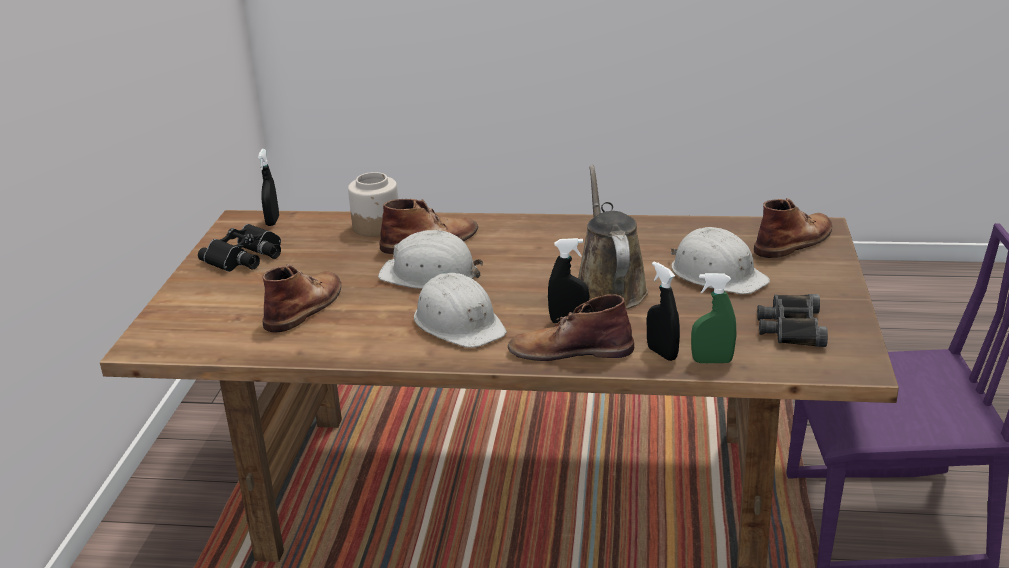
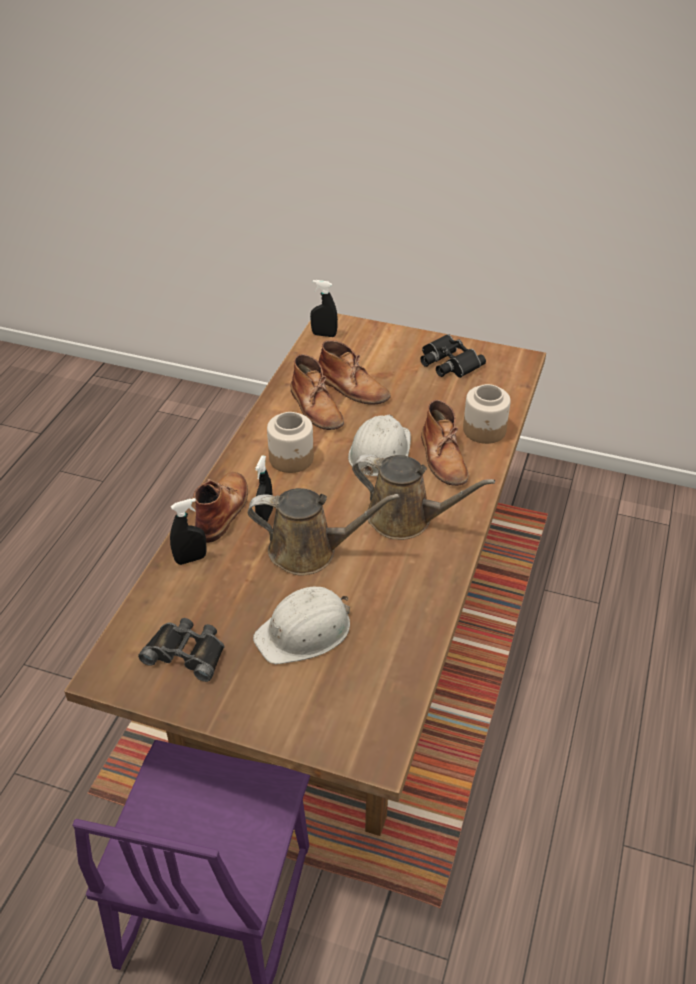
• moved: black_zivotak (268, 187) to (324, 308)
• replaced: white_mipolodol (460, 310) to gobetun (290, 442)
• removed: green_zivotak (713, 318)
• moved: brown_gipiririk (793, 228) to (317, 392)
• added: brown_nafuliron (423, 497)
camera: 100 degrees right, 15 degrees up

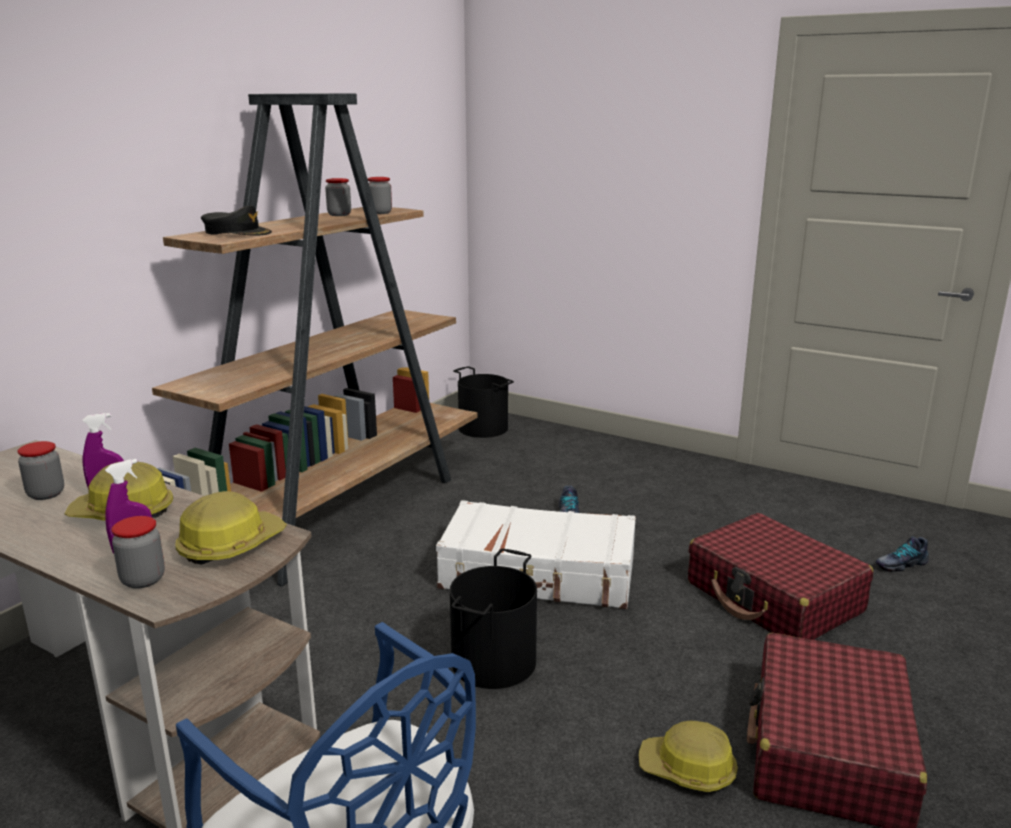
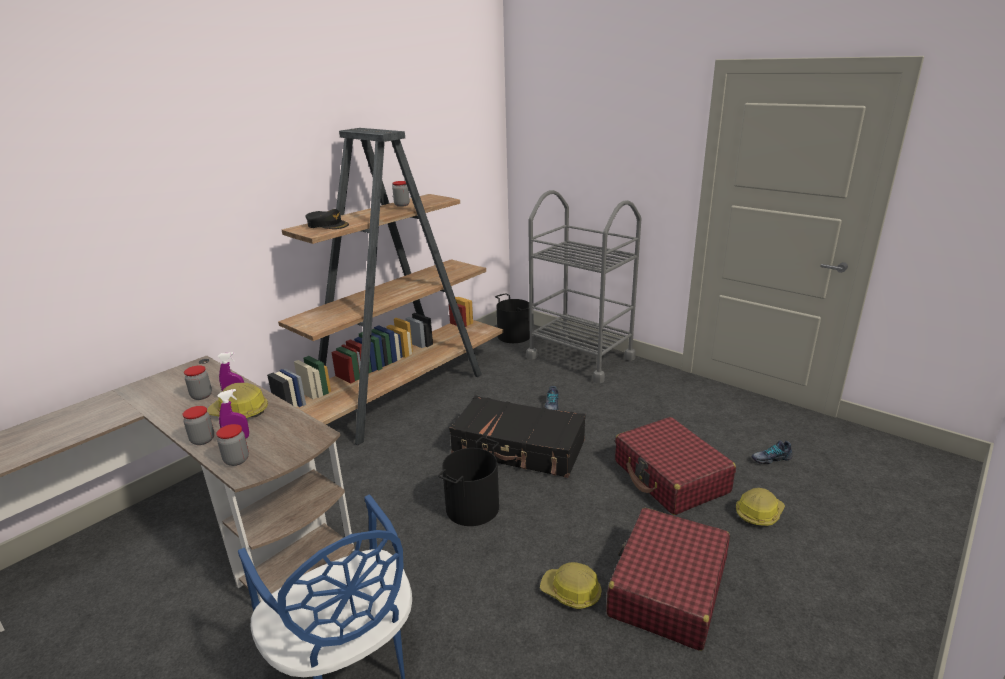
• moved: mipolodol (231, 528) to (760, 507)
• moved: gobetun (380, 195) to (198, 425)
• recoloured: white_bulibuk (536, 554) to black_bulibuk (517, 436)
• added: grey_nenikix (584, 286)
camera: 10 degrees right, 5 degrees up

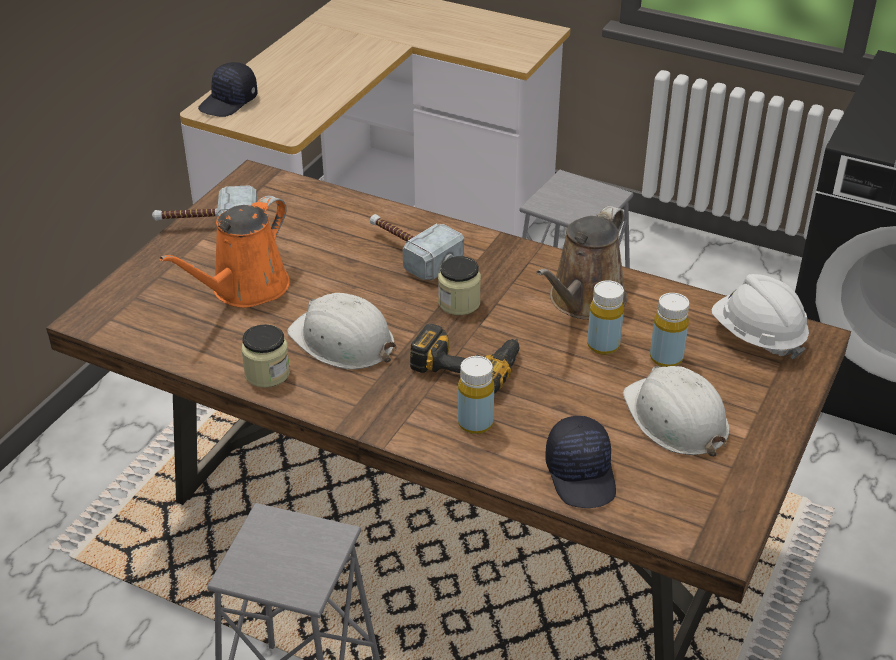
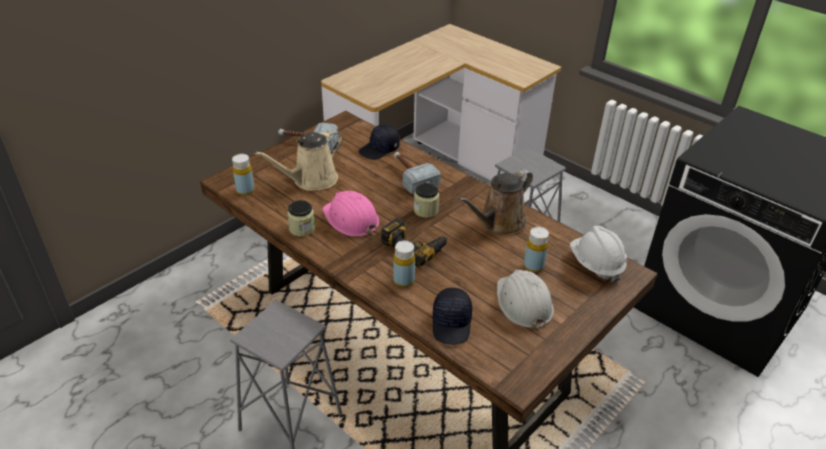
• recoloured: orange_nafuliron (224, 251) to beige_nafuliron (298, 160)
• moved: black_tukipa (228, 89) to (379, 142)
• recoloured: white_mipolodol (342, 331) to pink_mipolodol (351, 213)
• moved: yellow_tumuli (605, 317) to (243, 174)
camera: 15 degrees right, 0 degrees up

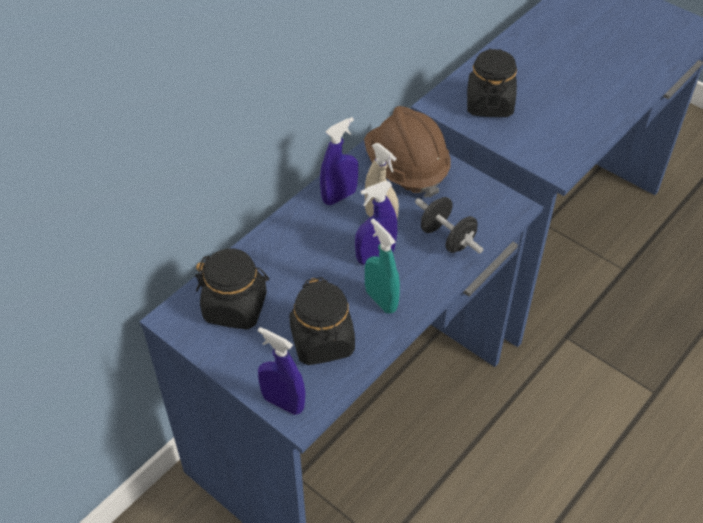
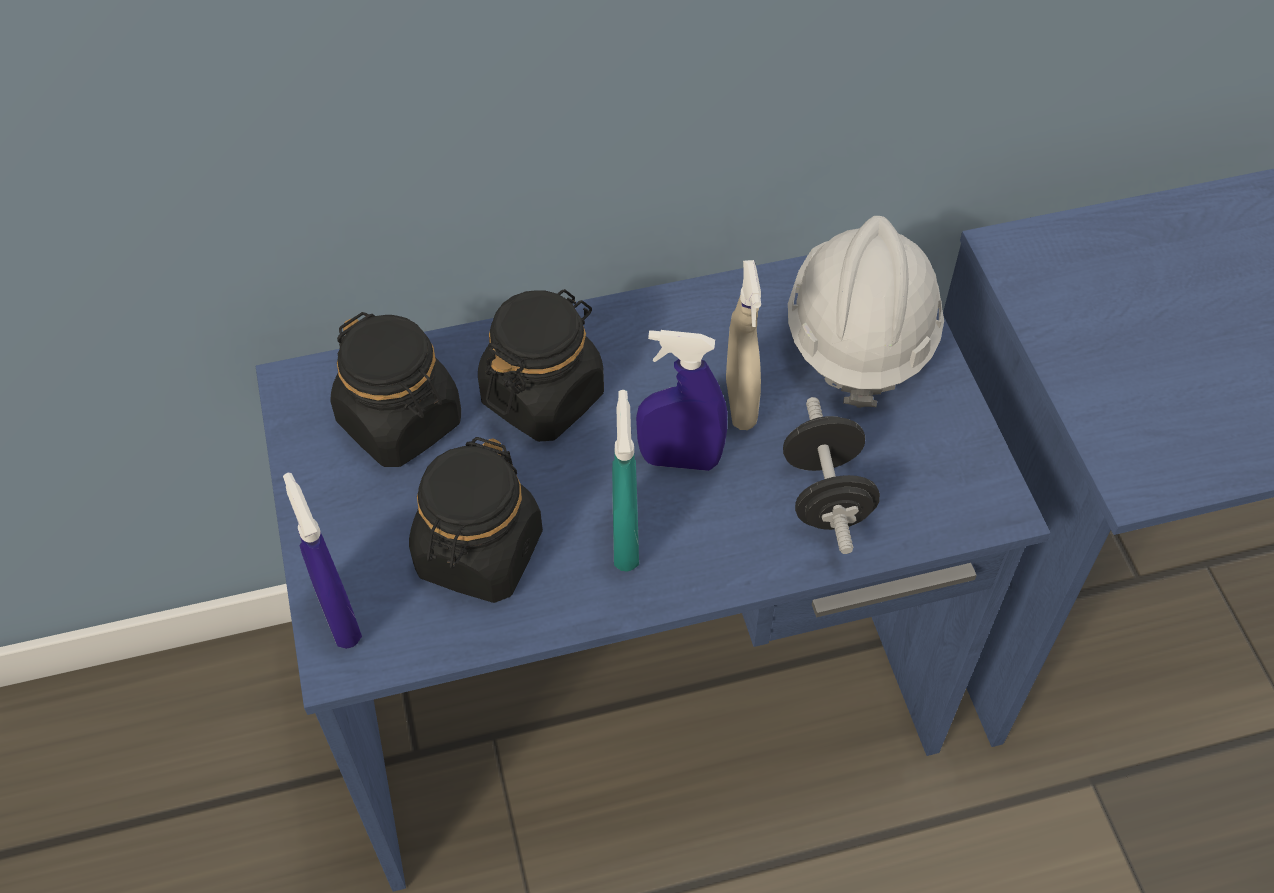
• removed: blue_zivotak (339, 161)
• recoloured: brown_mipolodol (407, 152) to white_mipolodol (866, 312)
• moved: black_gobetun (492, 82) to (541, 365)
camera: 35 degrees right, 5 degrees up

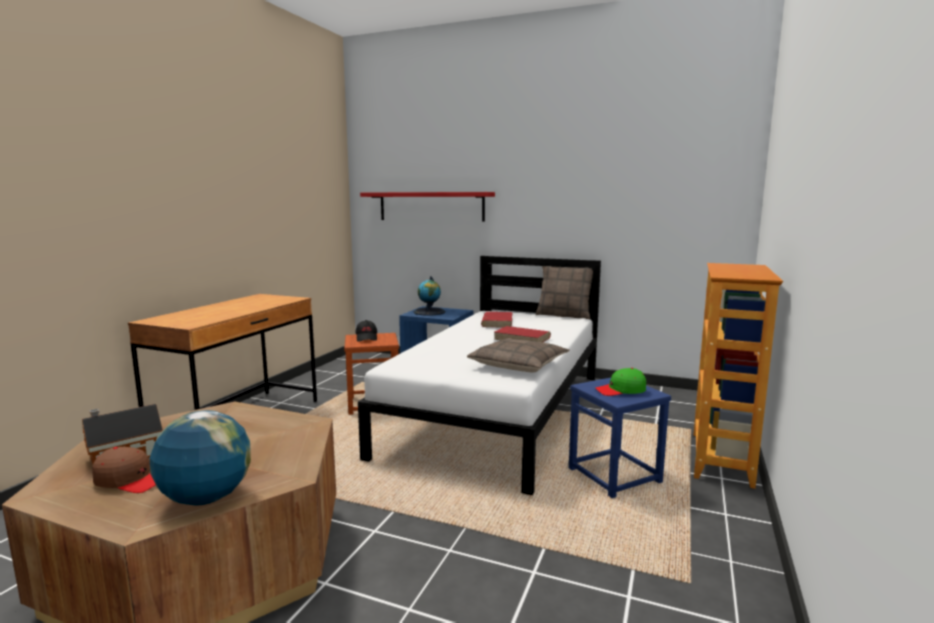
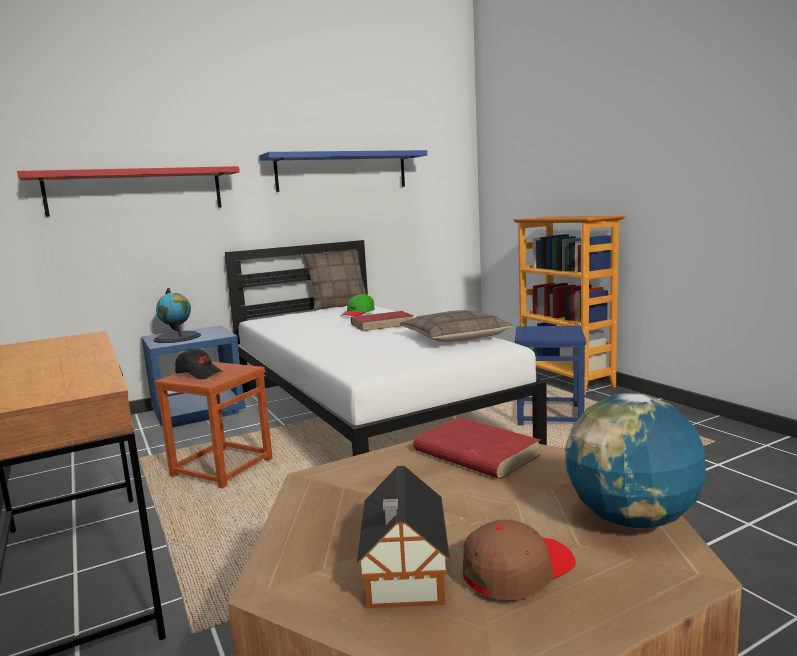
• moved: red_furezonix (497, 320) to (477, 448)
• moved: green_tukipa (620, 382) to (358, 305)
• added: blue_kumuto (343, 171)
camera: 50 degrees left, 0 degrees up

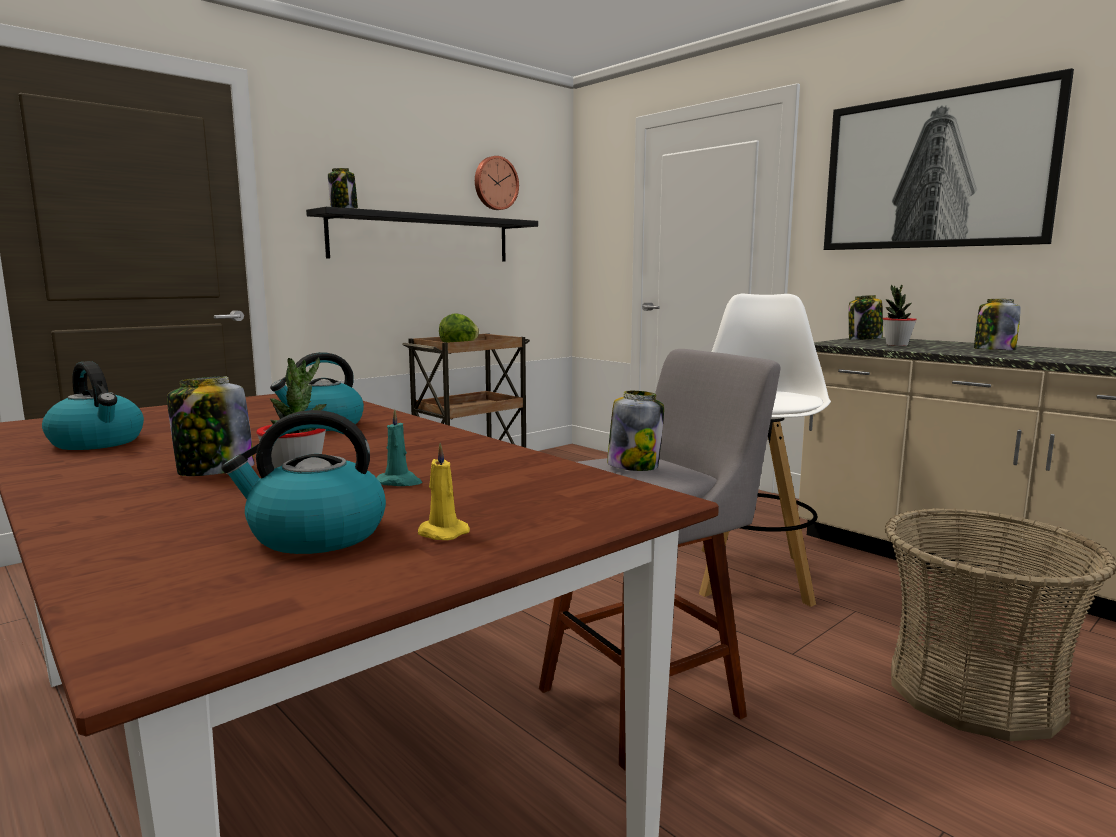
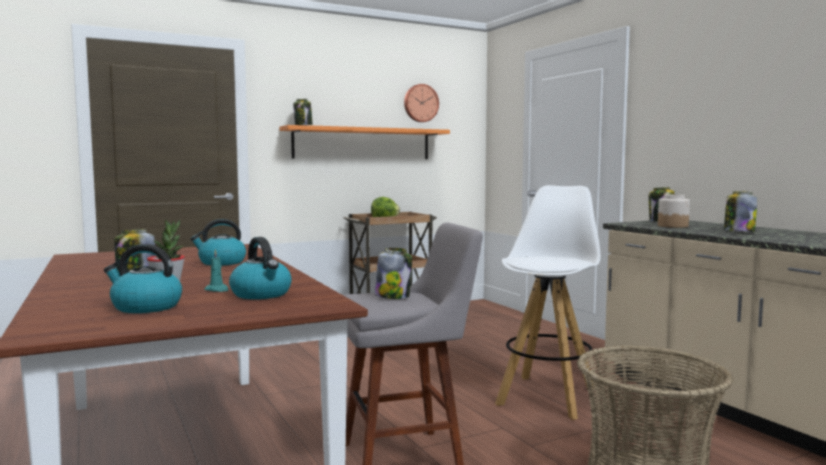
• moved: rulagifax (93, 405) to (260, 268)
• recoloured: black_kumuto (422, 234) to orange_kumuto (365, 142)
• removed: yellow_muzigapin (444, 491)
• removed: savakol (949, 159)
• replaced: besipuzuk (900, 315) to gobetun (674, 211)
camera: 15 degrees right, 5 degrees down

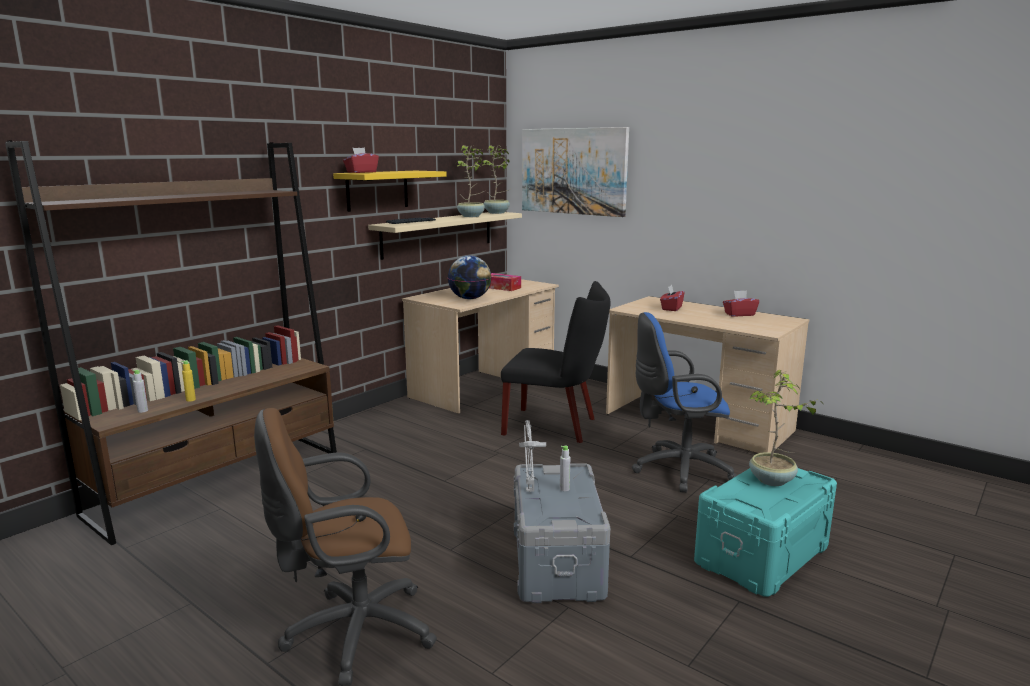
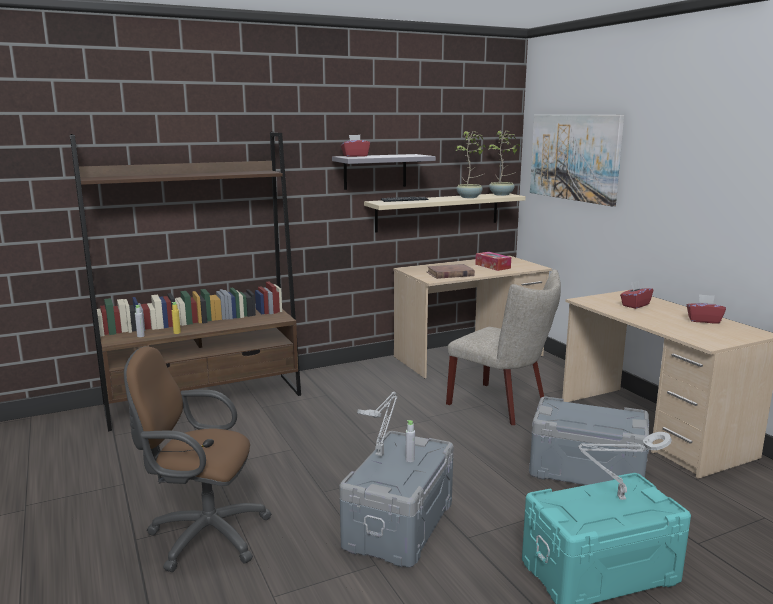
• recoloured: yellow_kumuto (390, 191) to grey_kumuto (384, 172)
• replaced: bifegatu (469, 277) to brown_furezonix (451, 271)
• recoloured: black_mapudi (556, 362) to beige_mapudi (503, 347)
• replaced: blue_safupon (685, 402) to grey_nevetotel (589, 441)
• replaced: besipuzuk (783, 428) to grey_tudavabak (625, 466)
camera: 25 degrees right, 0 degrees up

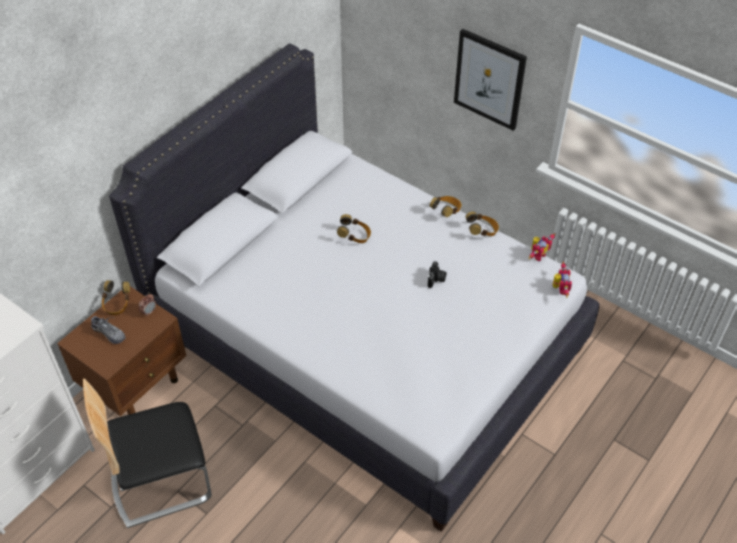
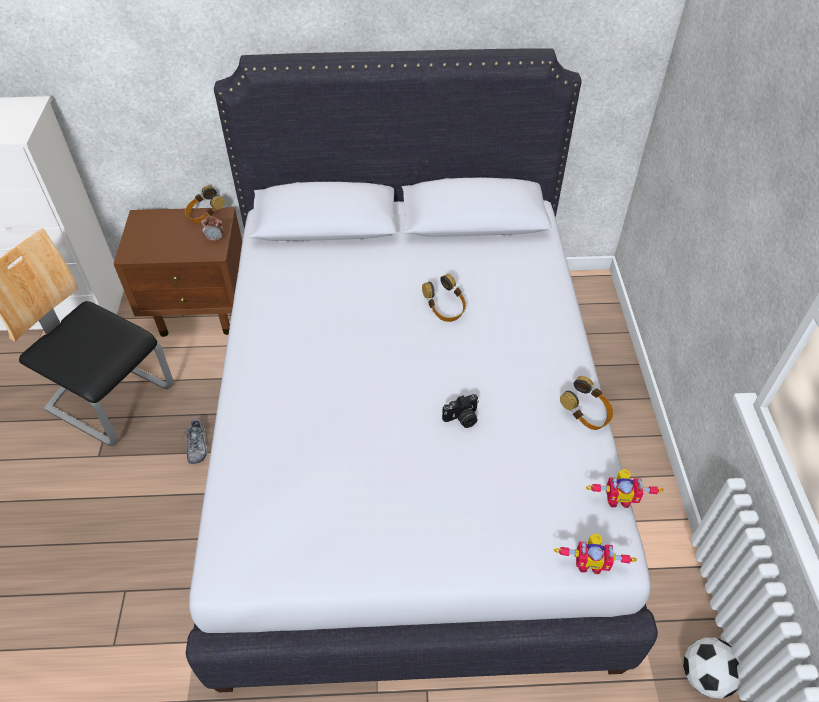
• moved: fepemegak (108, 330) to (194, 441)
• removed: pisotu (446, 206)
• removed: savakol (490, 80)
• turned: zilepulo (562, 279) = (595, 554) 45 degrees clockwise
• added: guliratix (712, 668)
camera: 50 degrees right, 0 degrees up

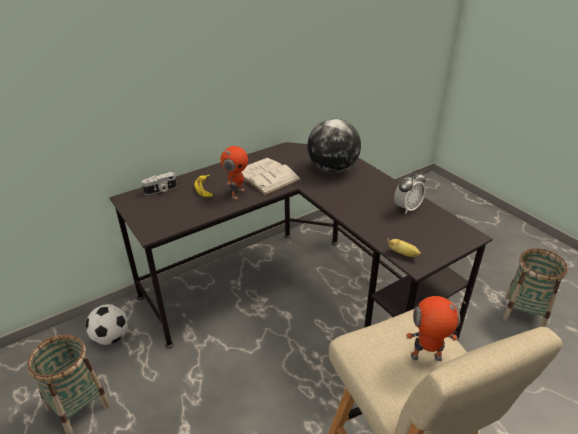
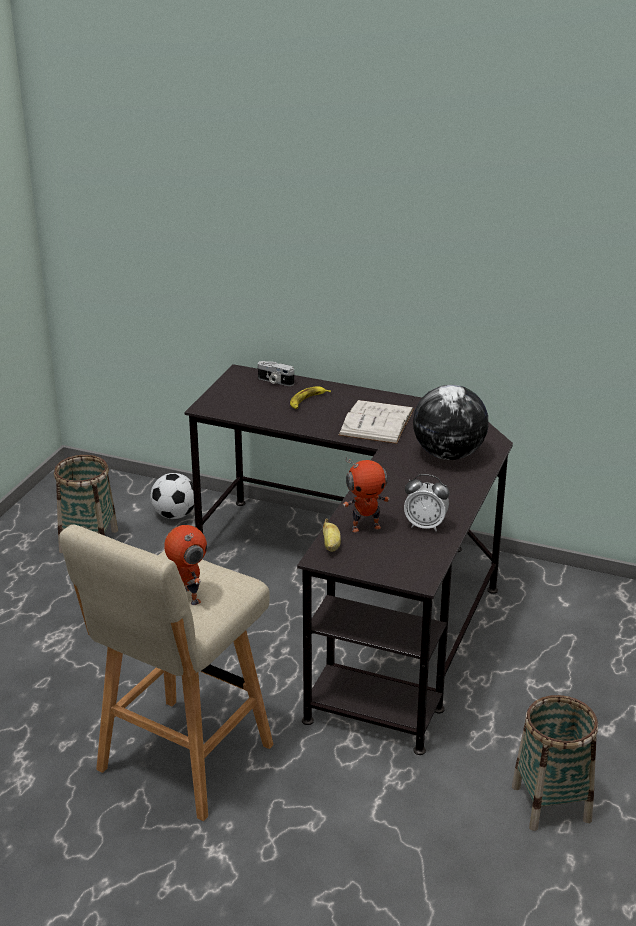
• moved: zilepulo (234, 173) to (366, 495)
camera: 55 degrees right, 5 degrees down

